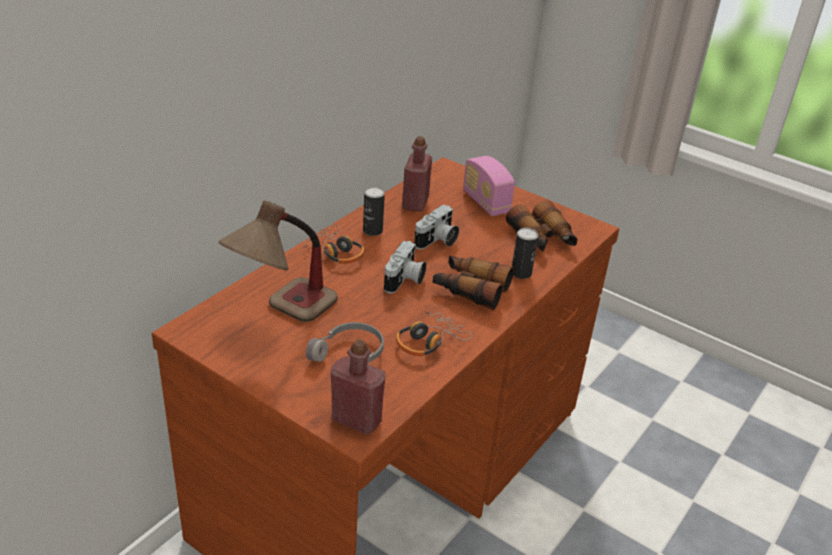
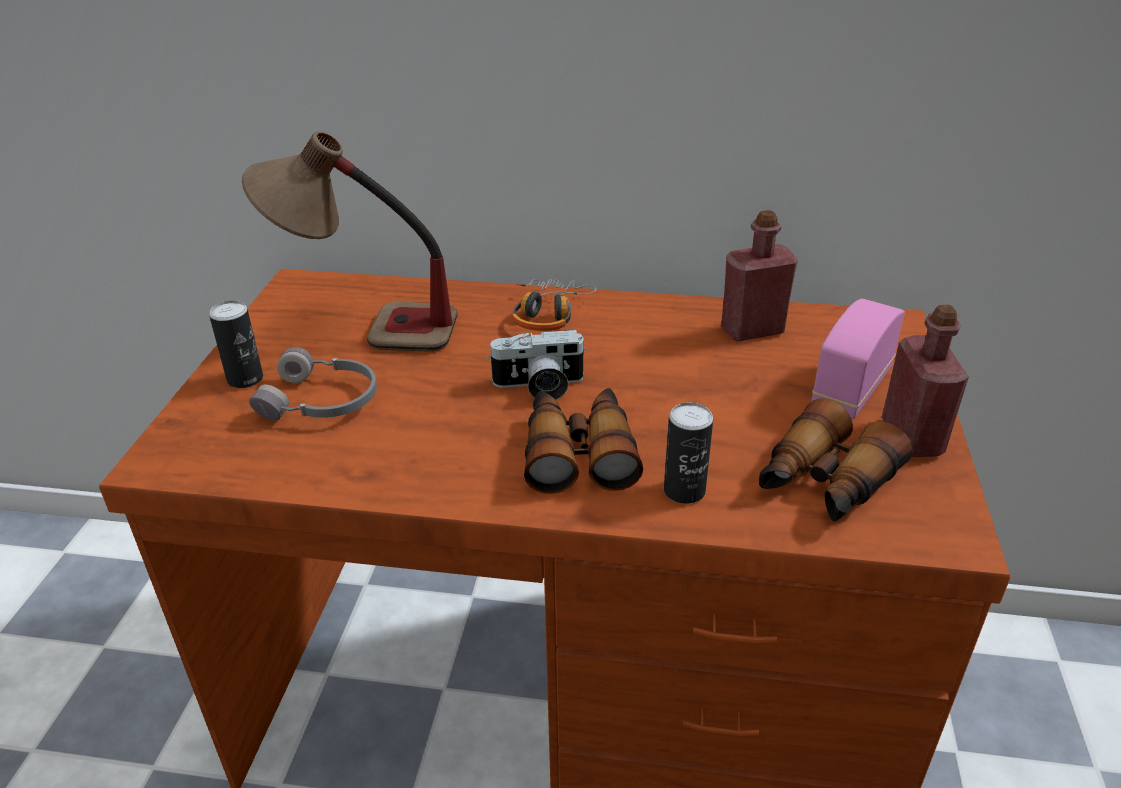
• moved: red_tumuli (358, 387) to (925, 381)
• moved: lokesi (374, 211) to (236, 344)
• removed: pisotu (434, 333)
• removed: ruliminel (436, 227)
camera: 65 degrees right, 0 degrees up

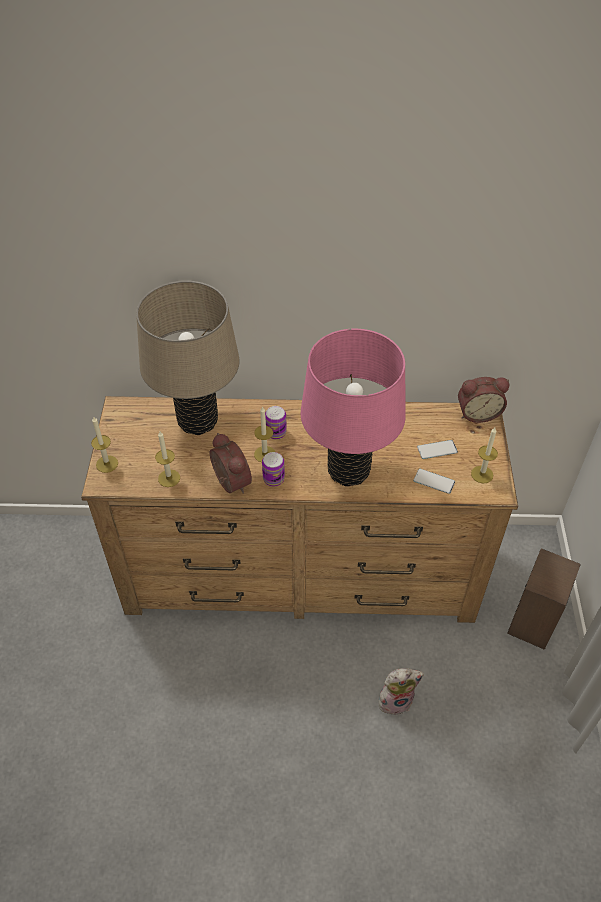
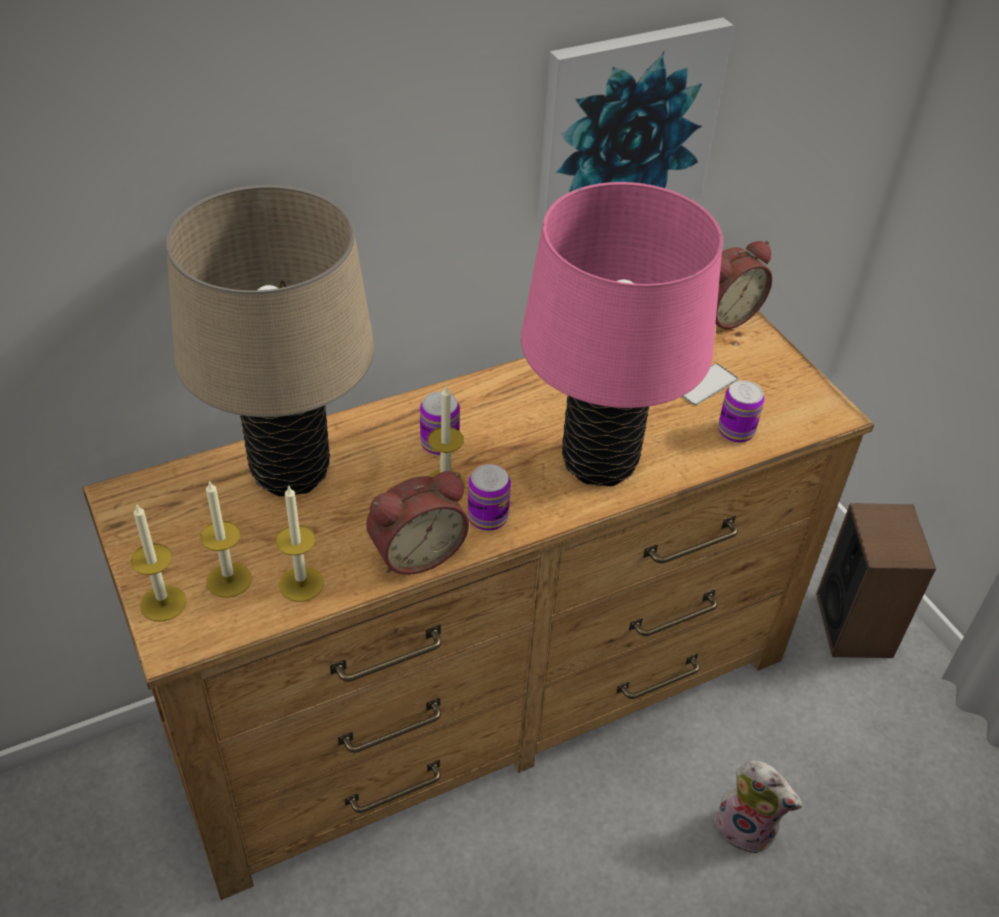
• turned: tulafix (231, 463) = (417, 523) 120 degrees clockwise
• turned: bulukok (401, 691) = (754, 807) 75 degrees clockwise
• replaced: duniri (434, 481) to lokesi (741, 411)
• moved: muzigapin (484, 455) to (226, 539)
• added: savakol (635, 125)
camera: 30 degrees left, 5 degrees down

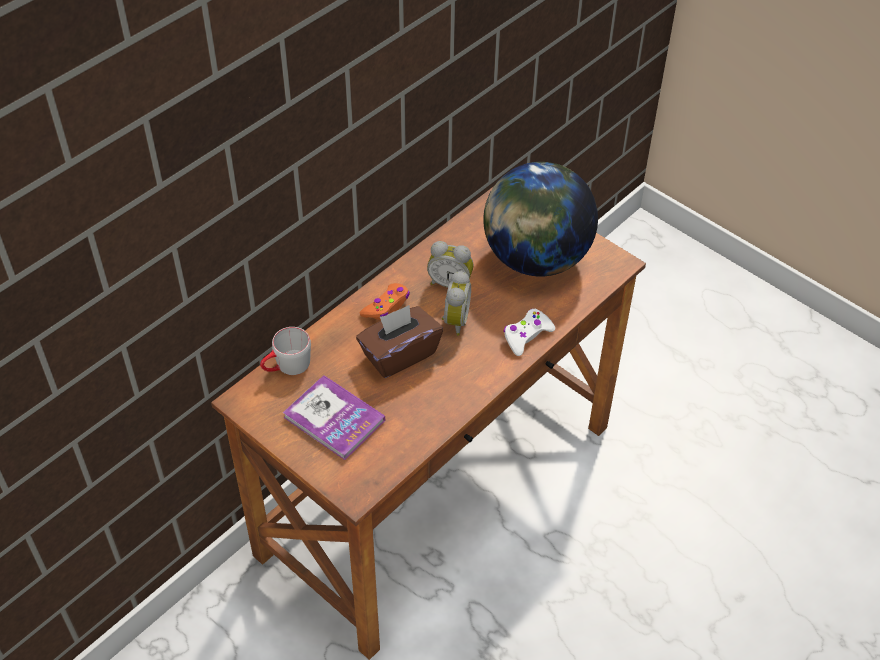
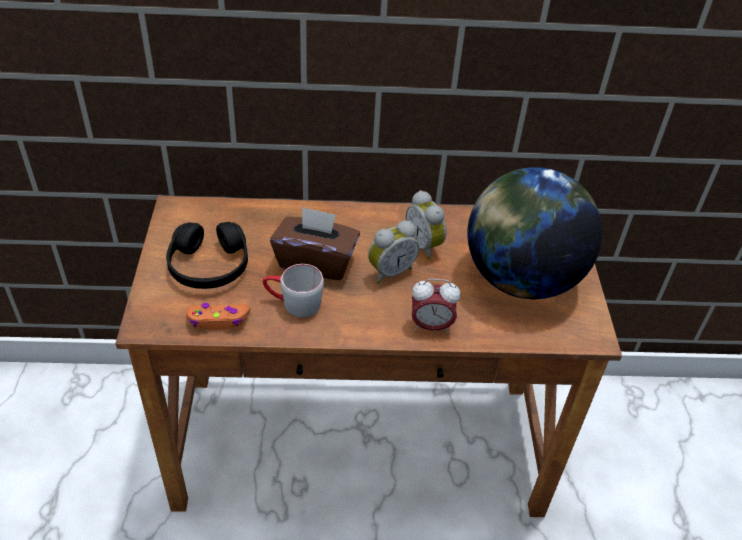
• moved: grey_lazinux (285, 351) to (293, 291)
• replaced: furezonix (334, 417) to black_pisotu (207, 255)
• moved: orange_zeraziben (385, 301) to (218, 316)
• replaced: white_zeraziben (529, 332) to tulafix (436, 306)
camera: 45 degrees right, 5 degrees down

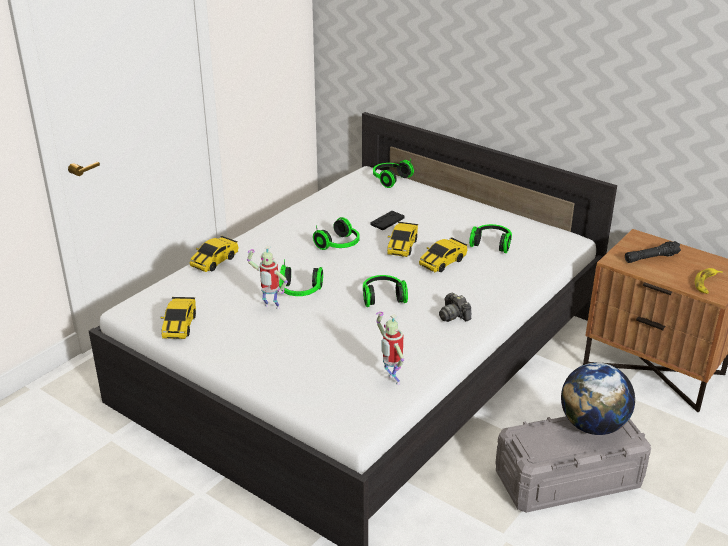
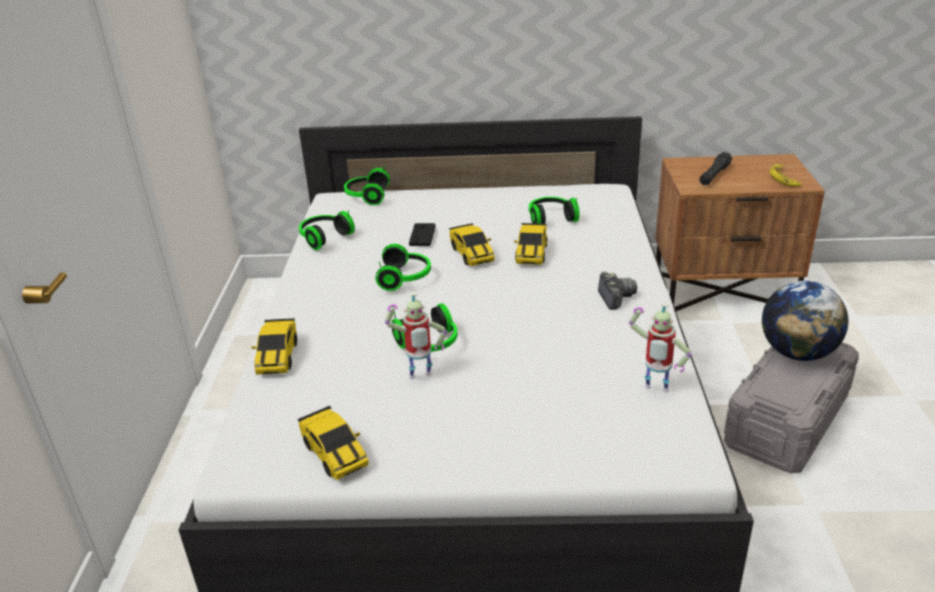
• moved: pisotu (385, 291) to (327, 230)
• turned: ruliminel (455, 307) = (617, 290) 120 degrees counterclockwise
camera: 35 degrees left, 0 degrees up

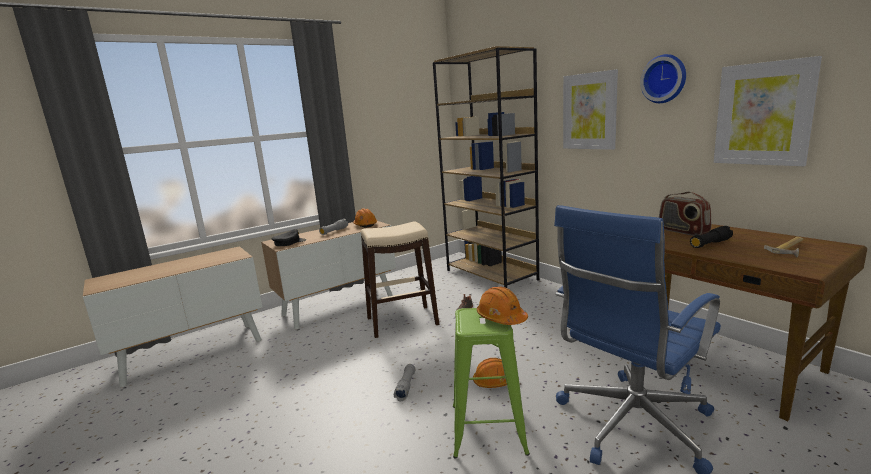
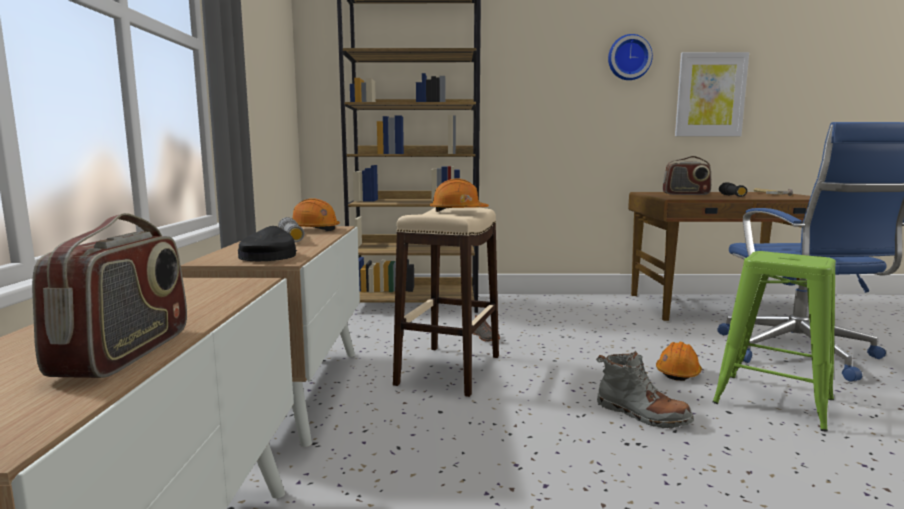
• replaced: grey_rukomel (404, 382) to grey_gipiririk (645, 389)
• moved: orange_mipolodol (502, 306) to (459, 195)
• removed: savakol (590, 109)
• added: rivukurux (109, 295)
camera: 55 degrees left, 5 degrees down

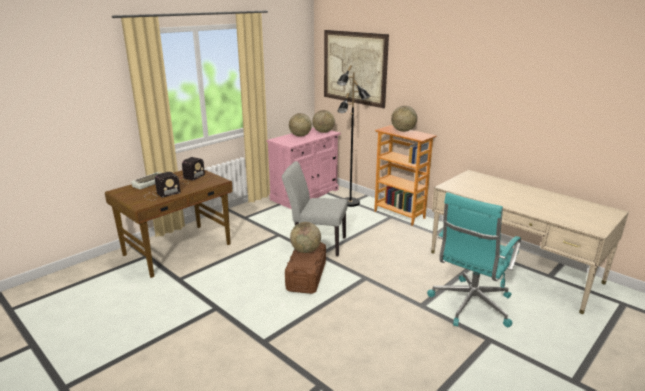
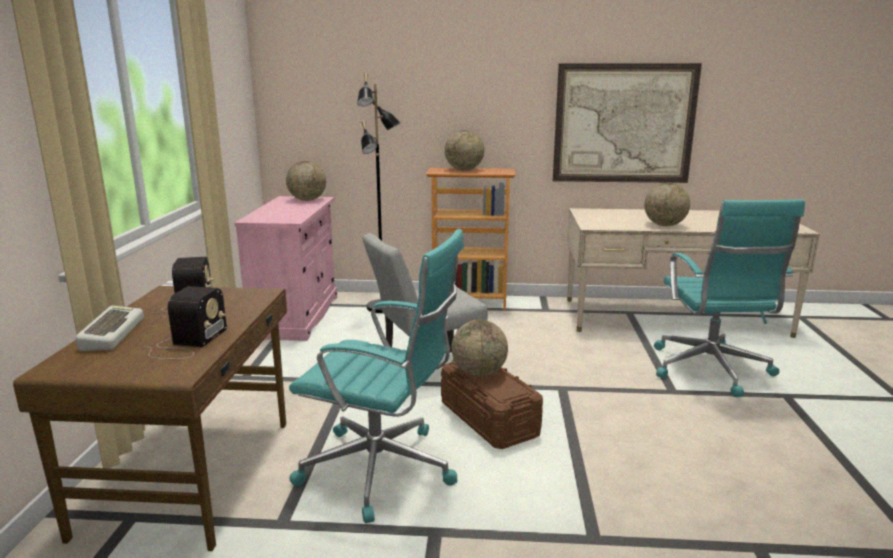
• moved: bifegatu (300, 125) to (667, 204)
• moved: savakol (356, 69) to (627, 123)
• added: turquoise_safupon (376, 376)
camera: 40 degrees left, 5 degrees down

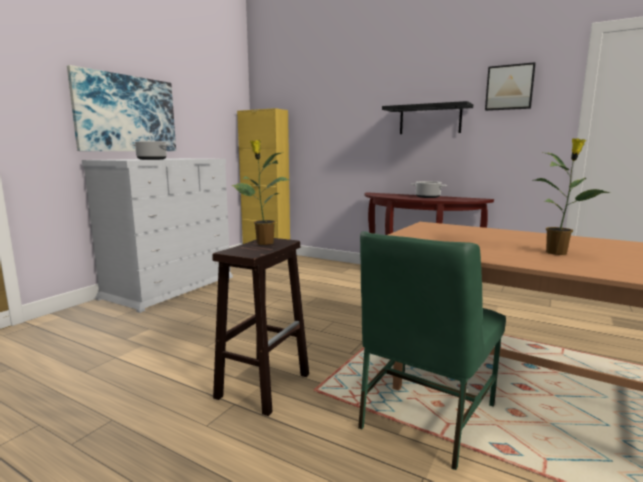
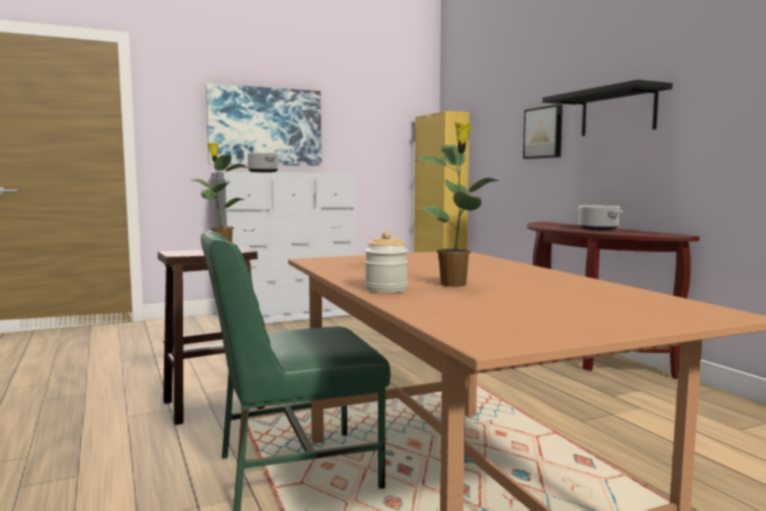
• moved: savakol (510, 86) to (543, 131)
• added: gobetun (386, 262)
camera: 35 degrees right, 5 degrees down

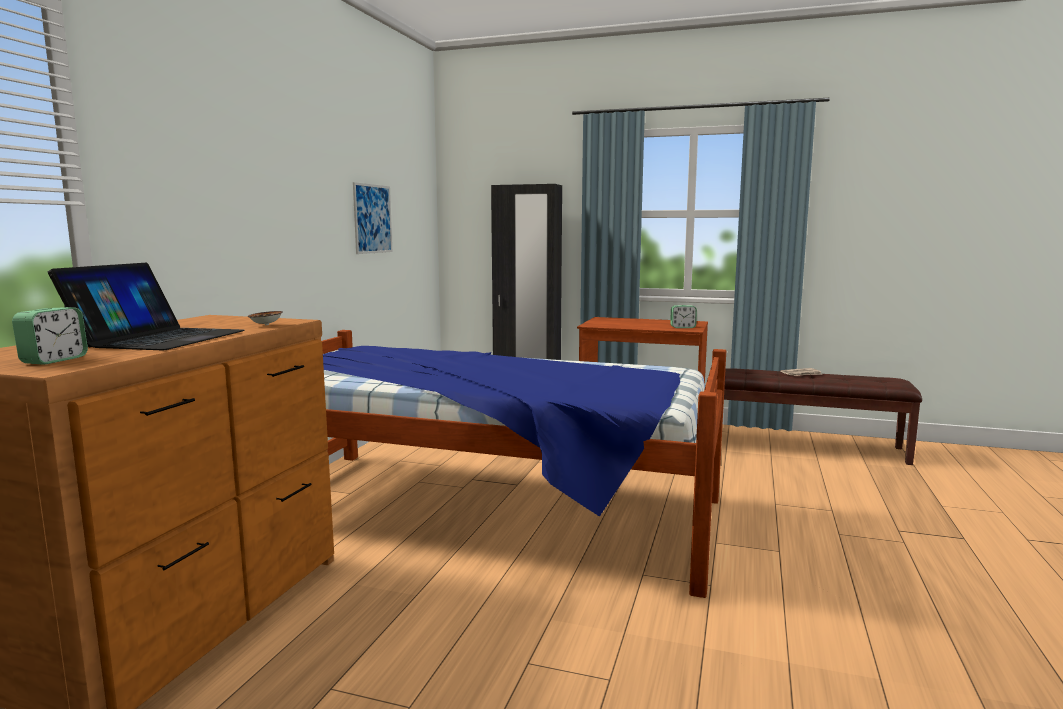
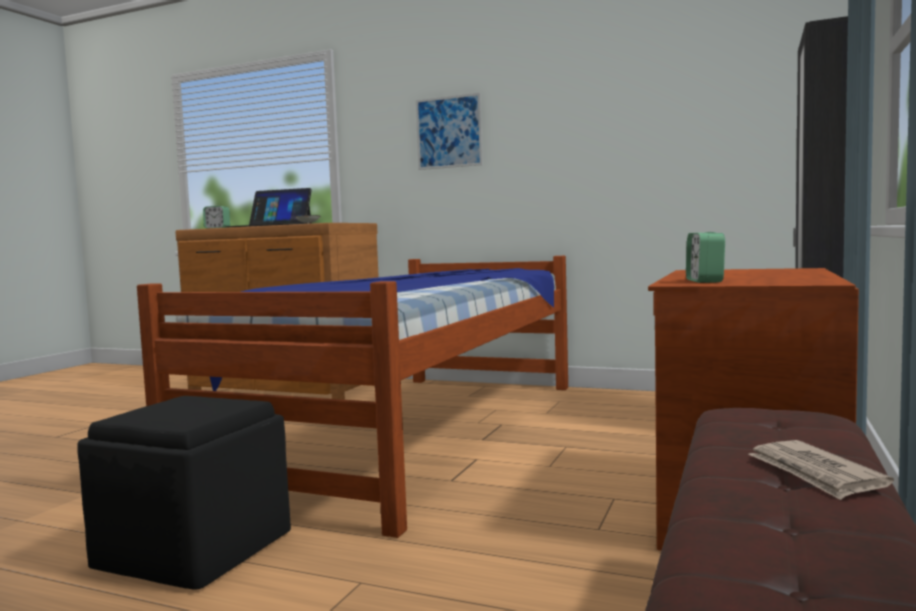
• moved: savakol (372, 218) to (449, 131)
• added: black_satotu (184, 493)
camera: 95 degrees right, 5 degrees down

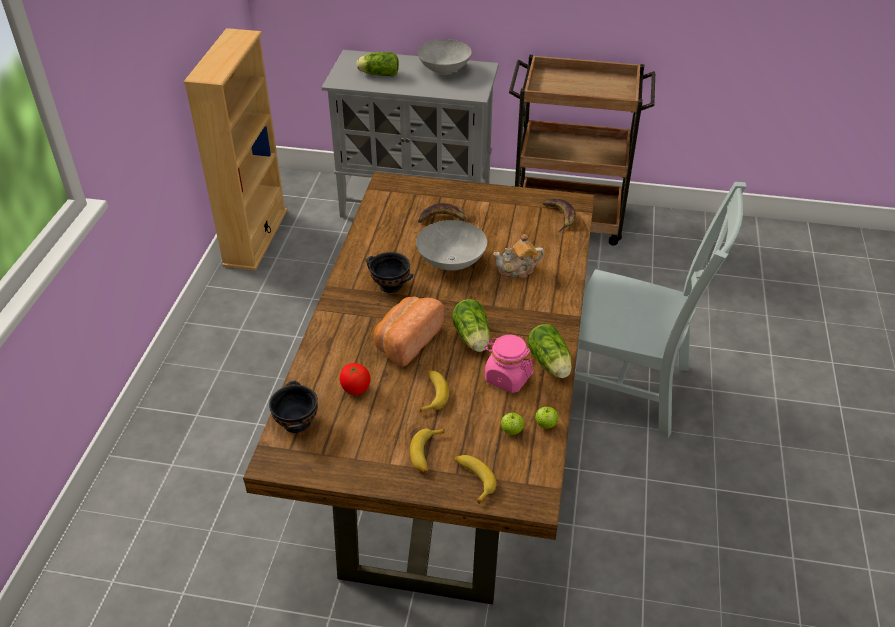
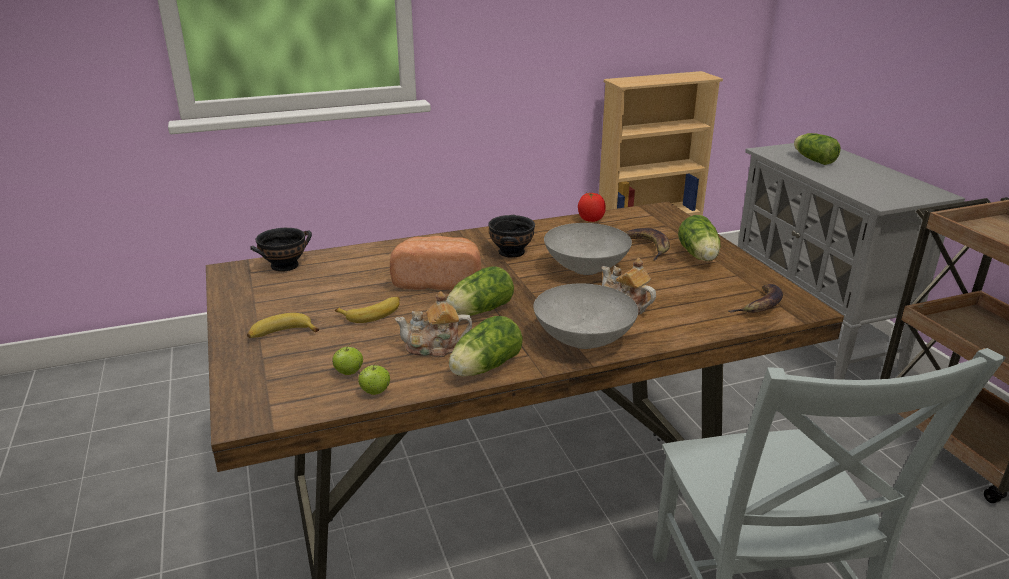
• moved: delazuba (355, 379) to (592, 207)
• moved: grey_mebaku (444, 57) to (585, 316)
• removed: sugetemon (476, 479)
• replaced: pink_gobetun (509, 364) to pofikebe (433, 324)
• added: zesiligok (699, 238)
camera: 60 degrees right, 15 degrees down

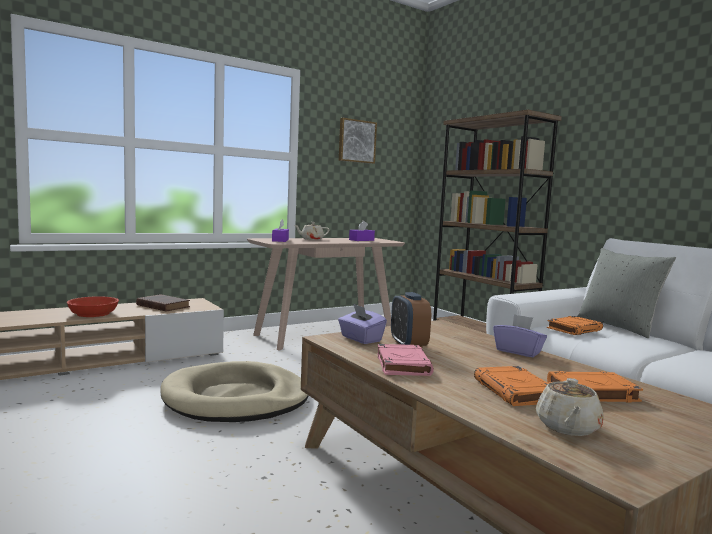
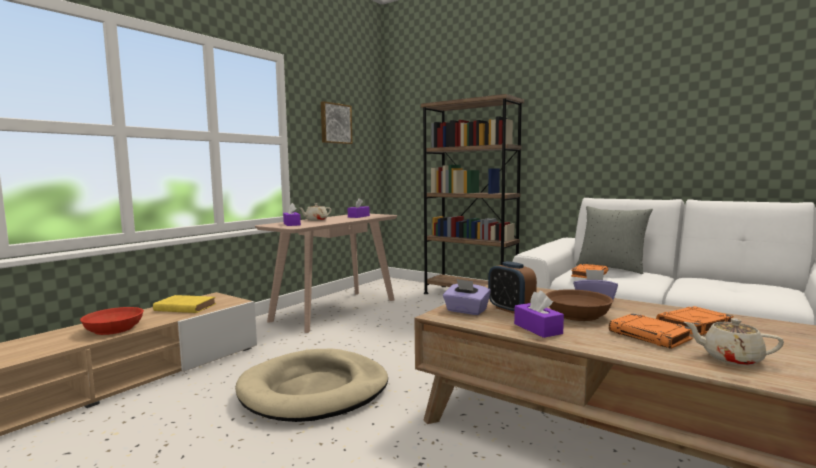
• recoloured: brown_furezonix (163, 303) to yellow_furezonix (184, 304)
• replaced: pink_furezonix (405, 360) to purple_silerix (539, 314)
• turned: beige_pofikebe (569, 407) = (734, 342) 120 degrees clockwise
• added: brown_mebaku (579, 305)
camera: 20 degrees left, 0 degrees up

